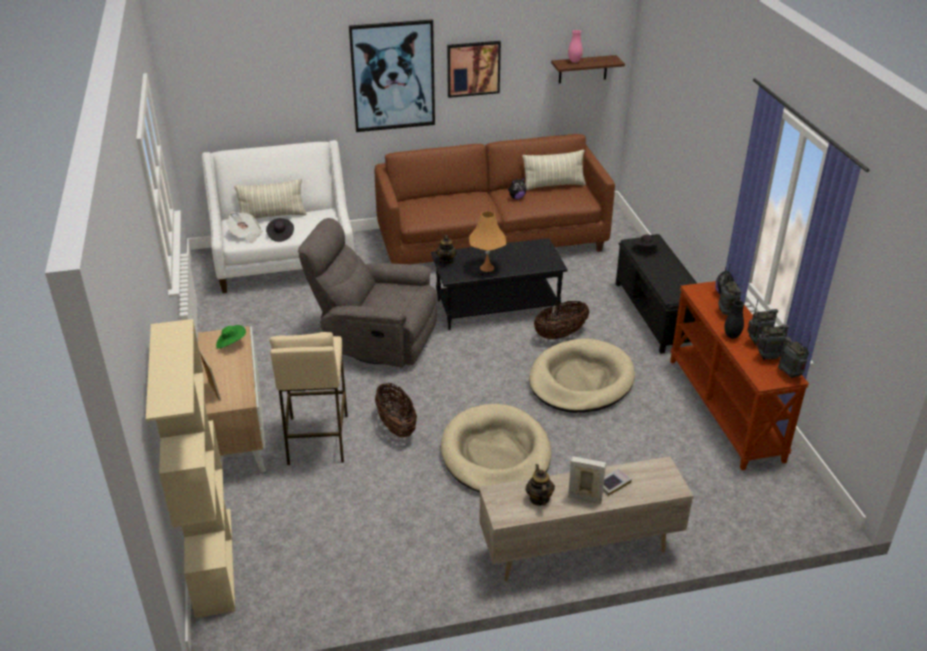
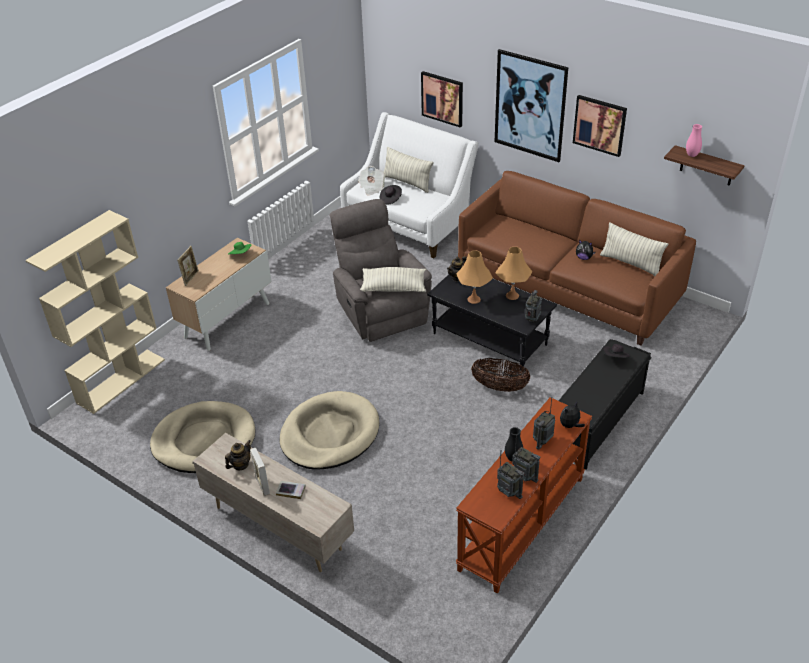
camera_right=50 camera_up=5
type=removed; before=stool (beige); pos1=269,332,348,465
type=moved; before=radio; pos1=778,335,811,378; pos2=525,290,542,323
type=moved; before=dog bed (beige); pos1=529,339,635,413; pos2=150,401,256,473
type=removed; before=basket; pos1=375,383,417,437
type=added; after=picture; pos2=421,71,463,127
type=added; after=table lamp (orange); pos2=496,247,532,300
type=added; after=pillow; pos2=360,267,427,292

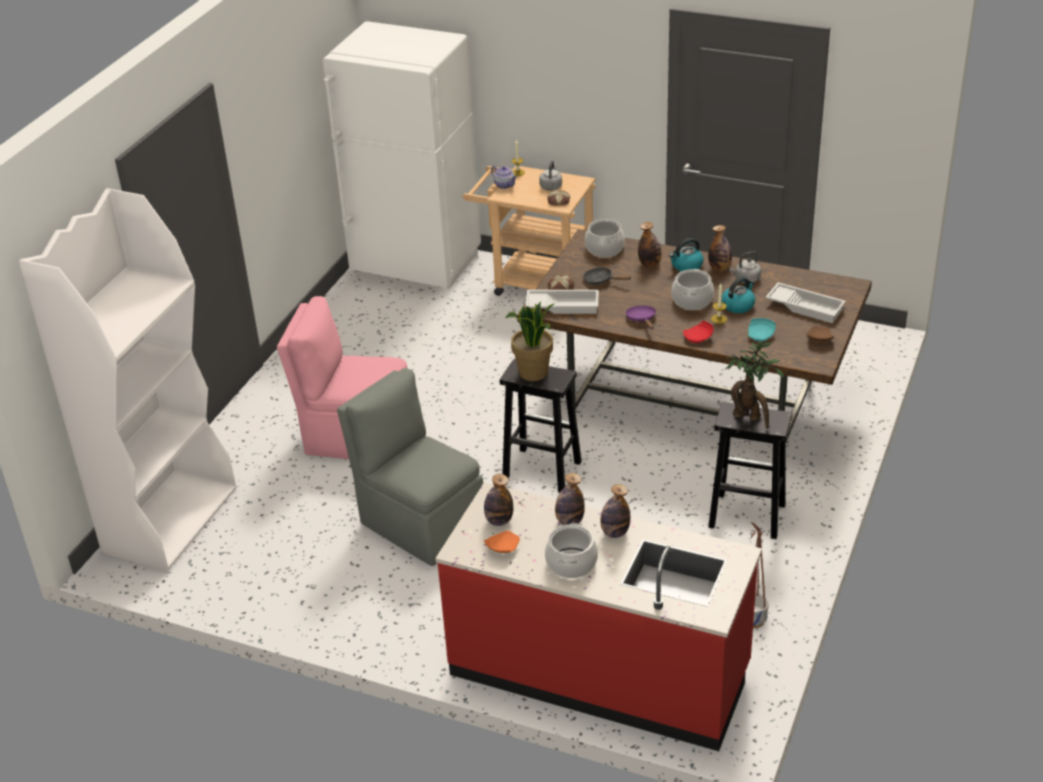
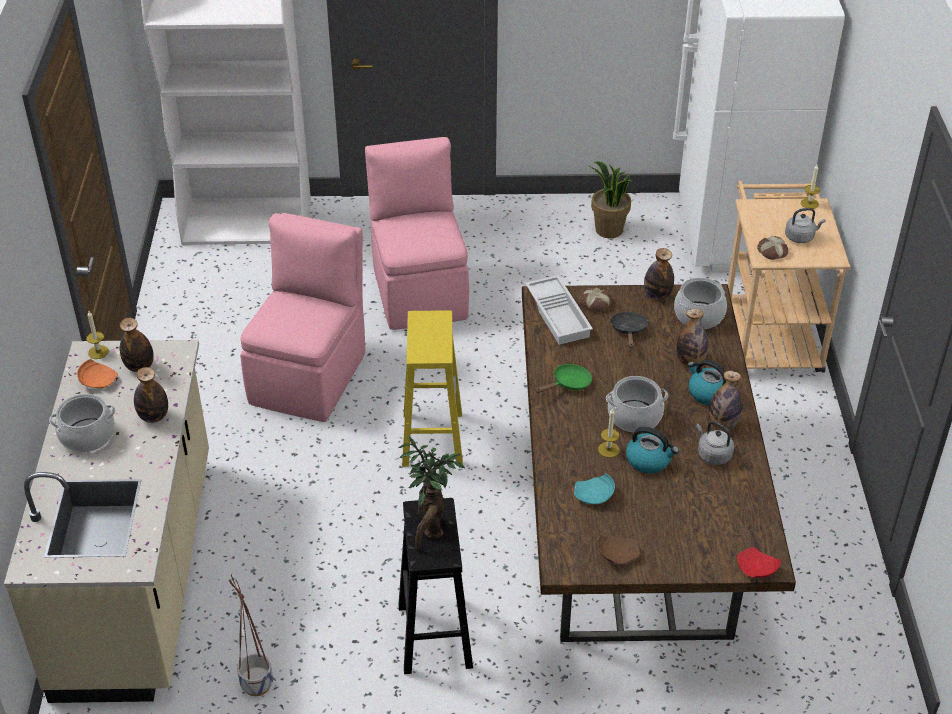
camera_right=65 camera_up=5
type=removed; before=teapot; pos1=491,166,517,189
type=removed; before=tray (white); pos1=766,282,846,323
type=moved; before=potted plant; pos1=505,301,554,381; pos2=589,161,632,238
type=recoloured; before=frying pan (purple); after=frying pan (green); pos1=626,305,656,329; pos2=536,364,592,393
type=moved; before=plate (red); pos1=683,321,714,343; pos2=737,547,781,578
type=recoloured; before=stool (black); after=stool (yellow); pos1=500,359,581,492; pos2=402,310,463,466
type=recoloured; before=chair (grey); after=chair (pink); pos1=337,368,483,566; pos2=240,213,365,422
type=recoloured; before=counter (red); after=counter (beige); pos1=435,482,762,751; pos2=4,340,209,703
type=moved; before=bottle; pos1=600,484,630,538; pos2=644,248,674,300
type=added; after=candle; pos2=86,311,109,359

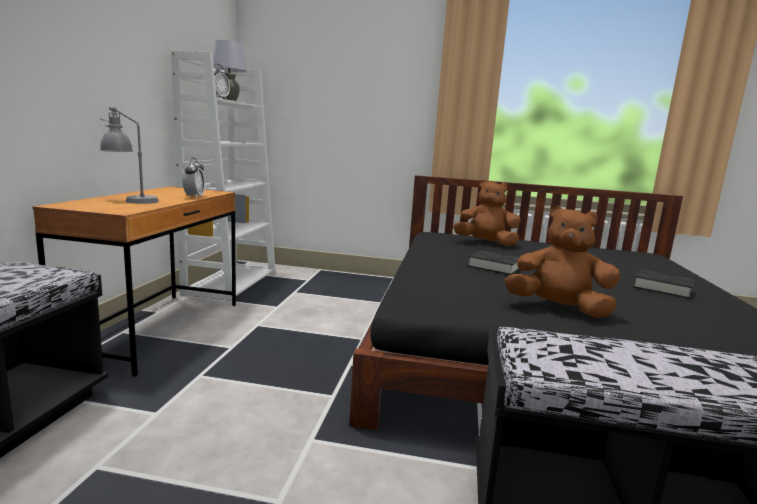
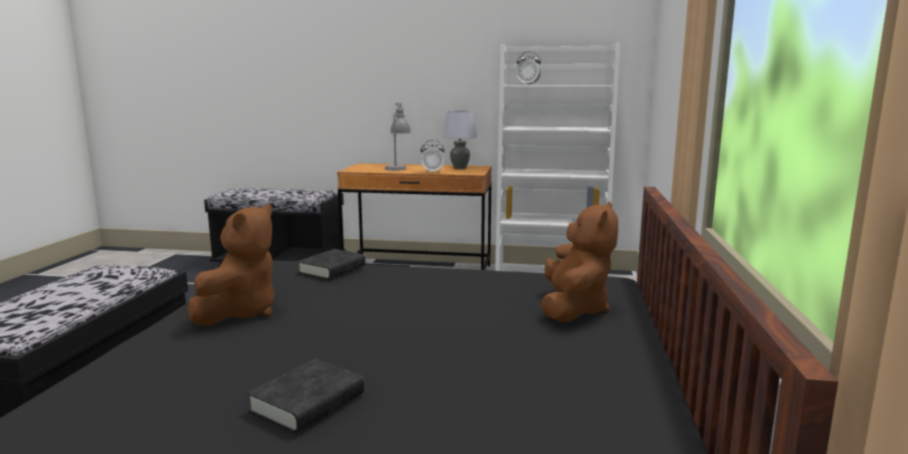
camera_right=90 camera_up=0
type=moved; before=table lamp (grey); pos1=213,40,247,101; pos2=443,110,477,169
type=moved; before=book (black); pos1=468,250,519,275; pos2=298,249,365,280

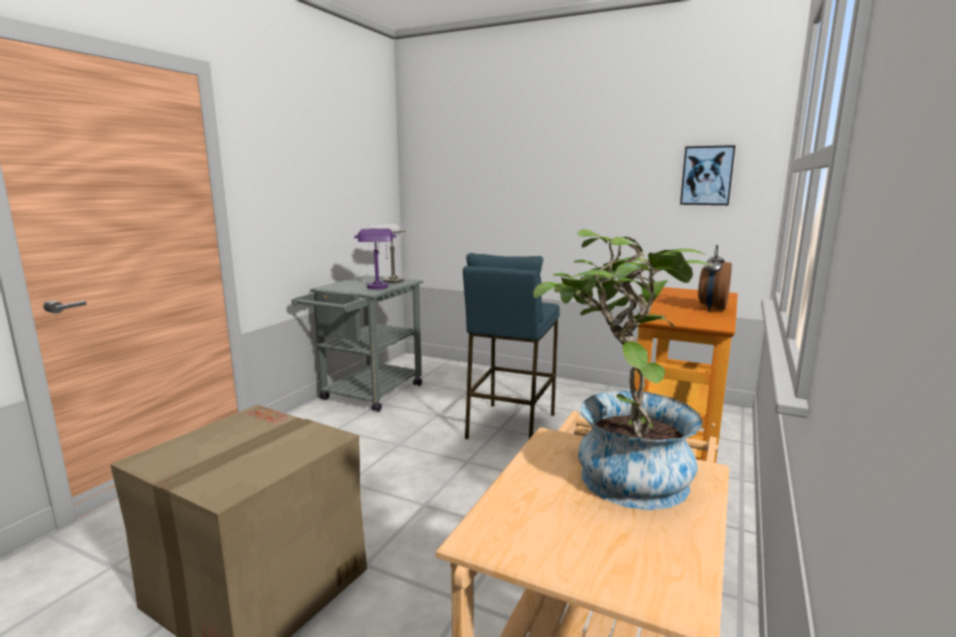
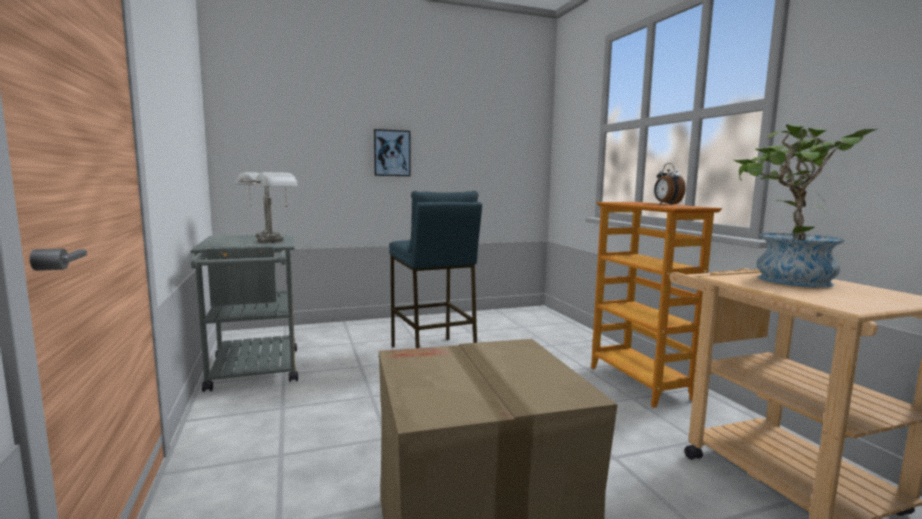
camera_right=-45 camera_up=-5
type=moved; before=picture; pos1=680,145,735,205; pos2=374,129,410,176
type=recoloured; before=table lamp (purple); after=table lamp (grey); pos1=354,228,396,289; pos2=248,172,298,243

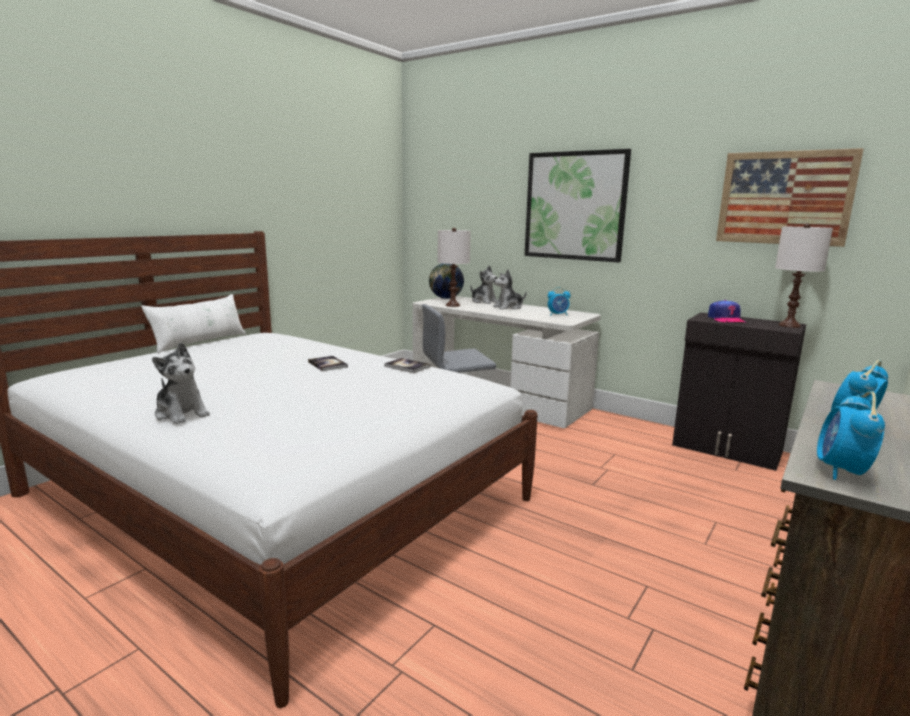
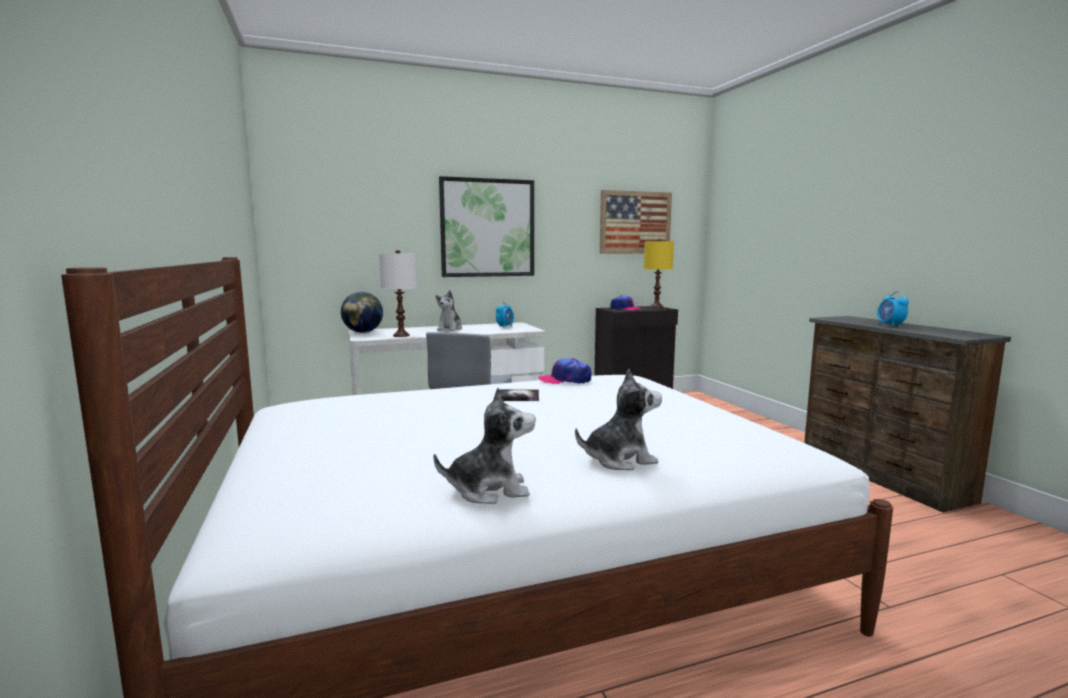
camera_right=-55 camera_up=-5
type=recoloured; before=table lamp (white); after=table lamp (yellow); pos1=775,223,833,328; pos2=644,239,674,308
type=moved; before=plush toy; pos1=471,265,498,304; pos2=434,388,536,504
type=removed; before=pillow (white); pos1=141,294,246,353
type=replaced; before=book; after=cap; pos1=384,358,430,373; pos2=539,358,592,384
type=removed; before=alarm clock; pos1=817,391,885,480

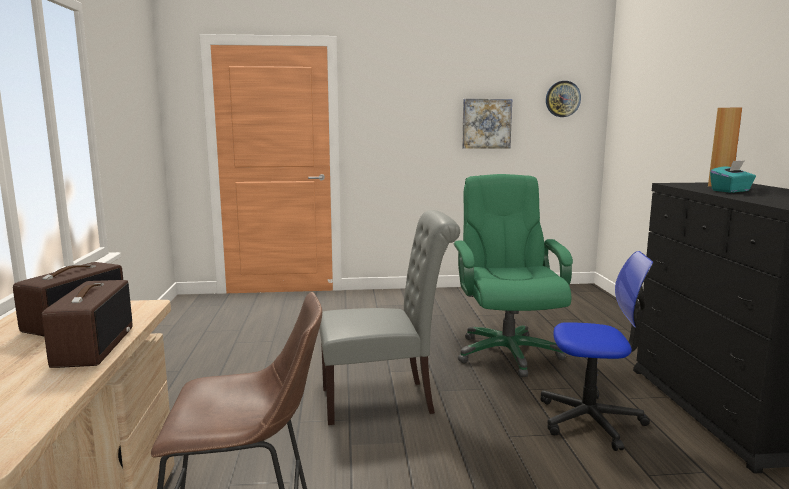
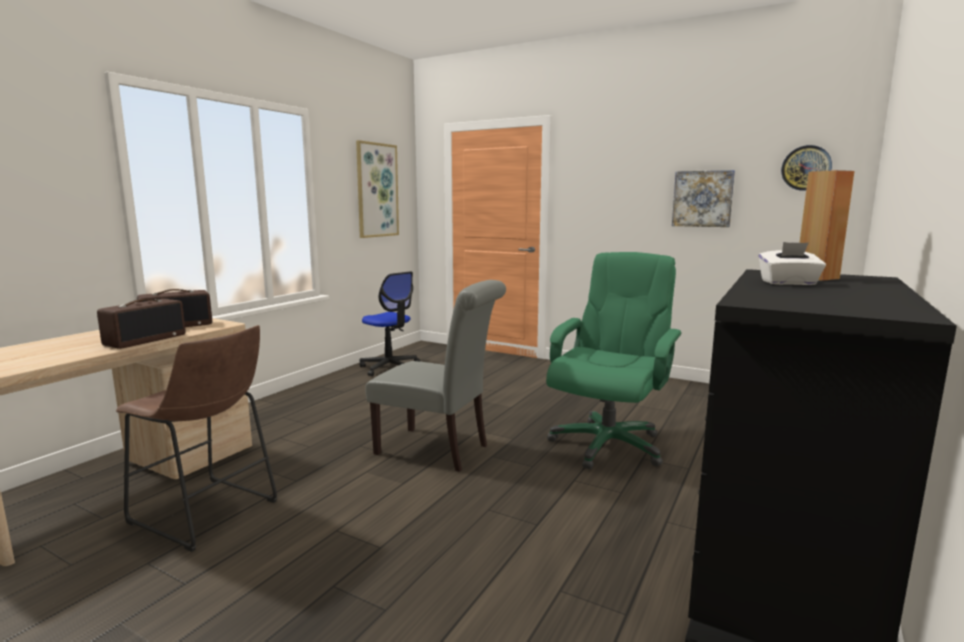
camera_right=35 camera_up=0
type=recoloured; before=tissue box (turquoise); after=tissue box (white); pos1=710,160,756,193; pos2=758,242,826,285
type=moved; before=office chair; pos1=540,251,653,451; pos2=359,271,420,376
type=added; after=picture; pos2=356,140,399,238

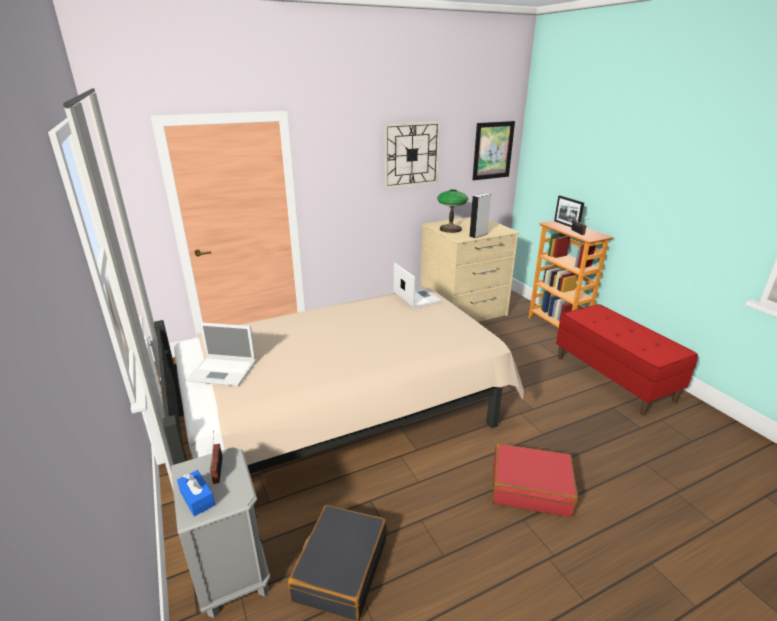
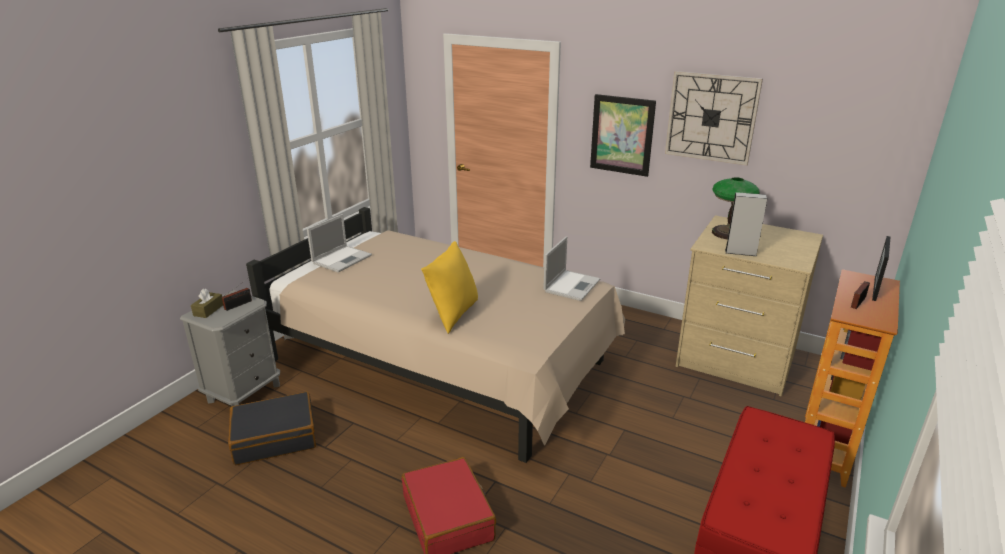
camera_right=55 camera_up=0
type=moved; before=picture; pos1=473,121,515,180; pos2=590,94,656,177
type=turned; before=laptop; pos1=186,322,256,386; pos2=307,214,372,273; turn=-120
type=recoloured; before=tissue box (blue); after=tissue box (brown); pos1=177,470,215,516; pos2=191,288,223,318
type=added; after=pillow (yellow); pos2=421,241,478,334

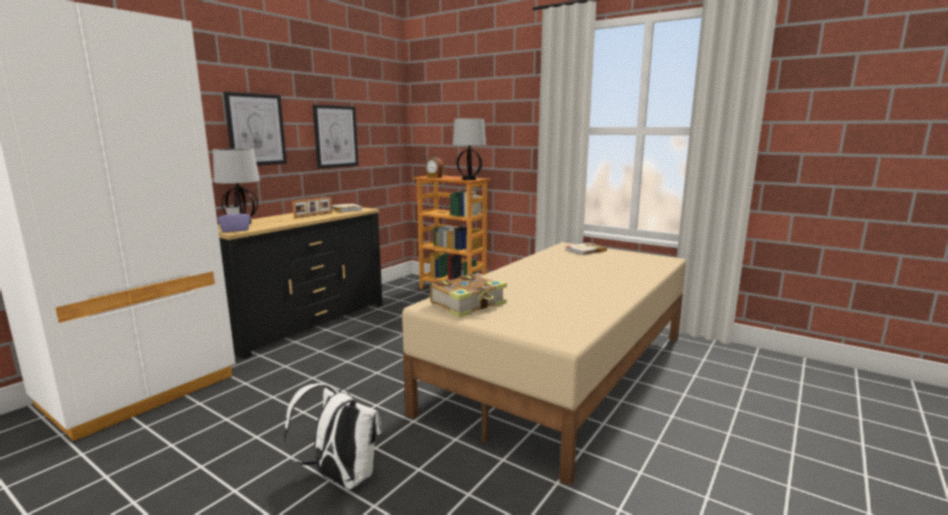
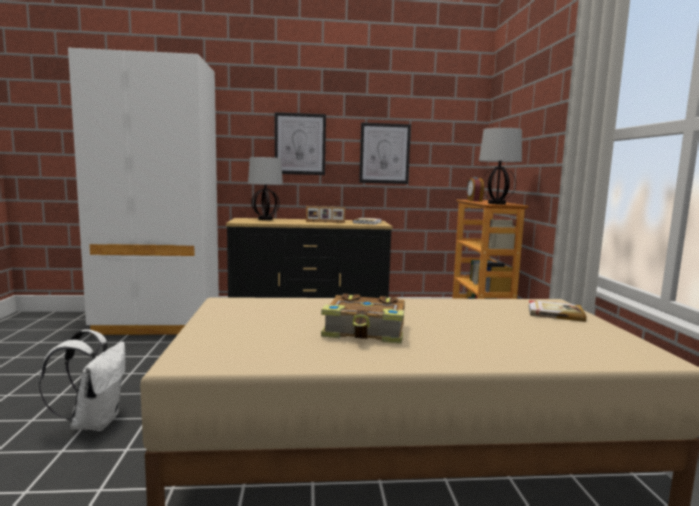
camera_right=50 camera_up=-5
type=removed; before=tissue box (purple); pos1=217,207,250,232
type=moved; before=book; pos1=430,273,507,318; pos2=321,294,405,344

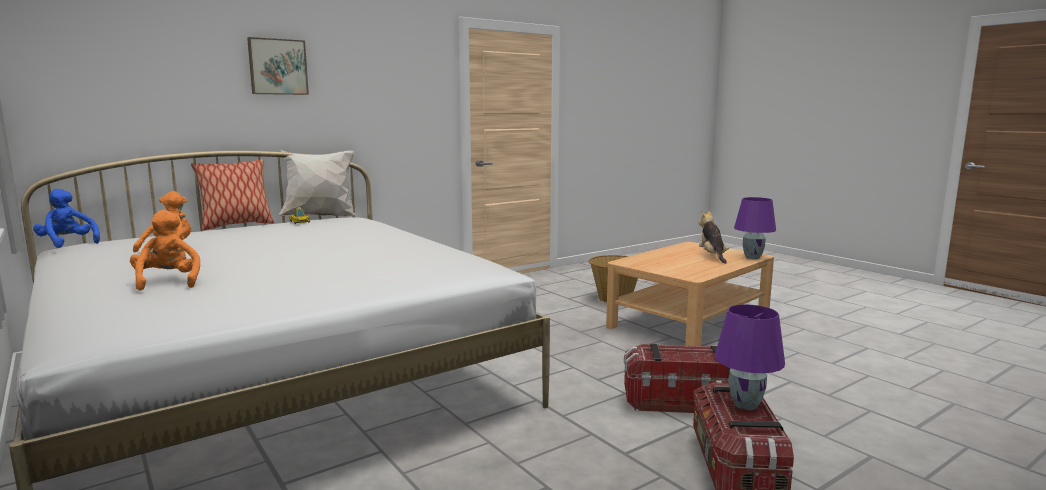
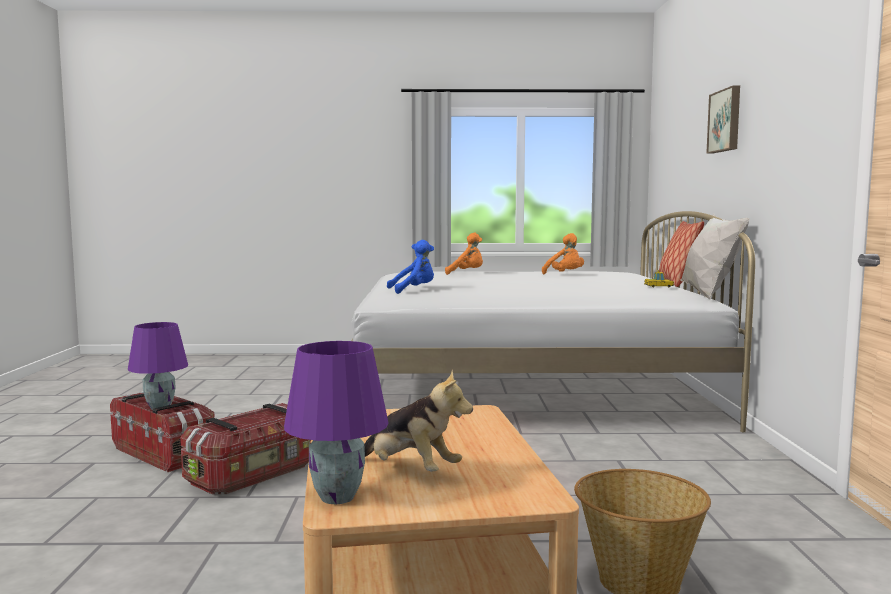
camera_right=125 camera_up=-5
type=moved; before=plush toy (blue); pos1=33,189,100,248; pos2=387,240,434,294

